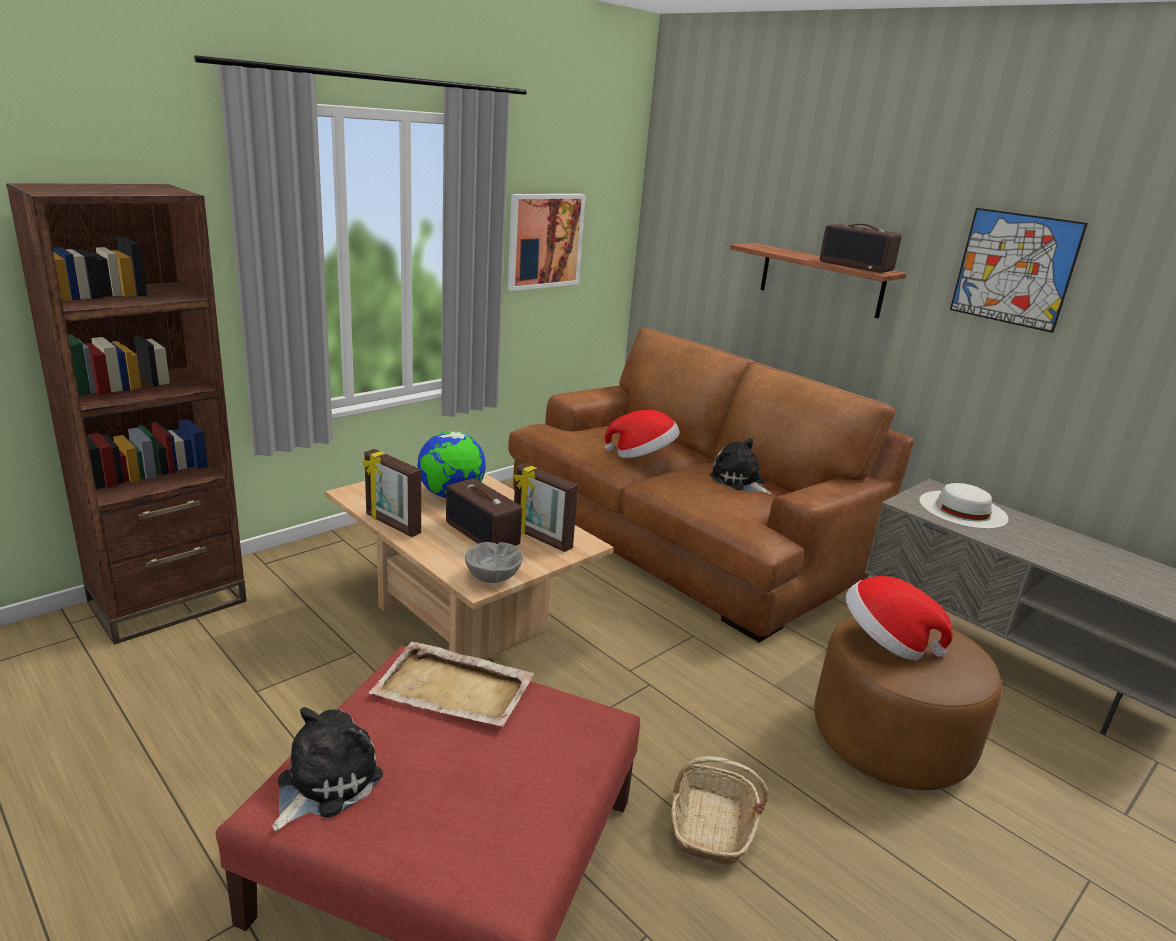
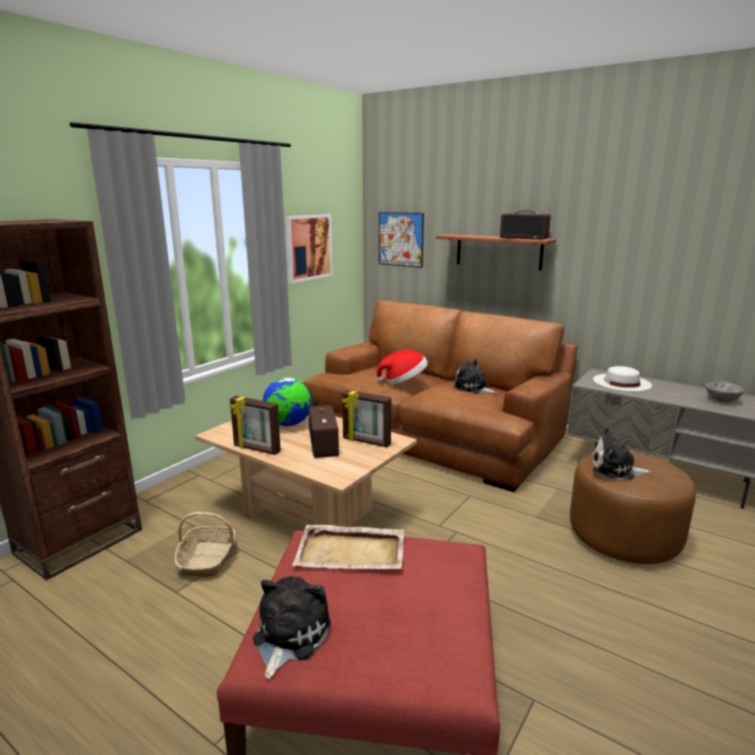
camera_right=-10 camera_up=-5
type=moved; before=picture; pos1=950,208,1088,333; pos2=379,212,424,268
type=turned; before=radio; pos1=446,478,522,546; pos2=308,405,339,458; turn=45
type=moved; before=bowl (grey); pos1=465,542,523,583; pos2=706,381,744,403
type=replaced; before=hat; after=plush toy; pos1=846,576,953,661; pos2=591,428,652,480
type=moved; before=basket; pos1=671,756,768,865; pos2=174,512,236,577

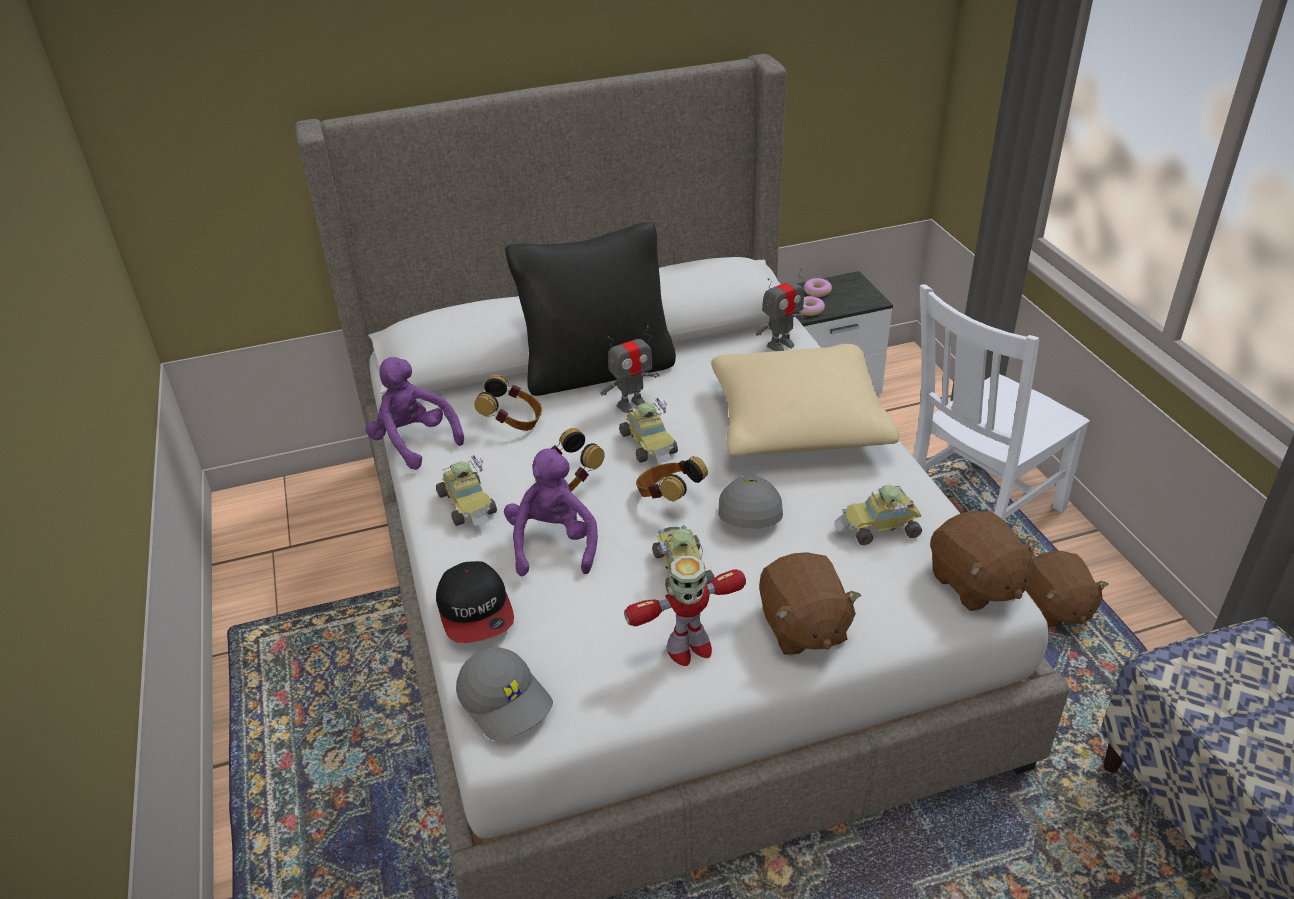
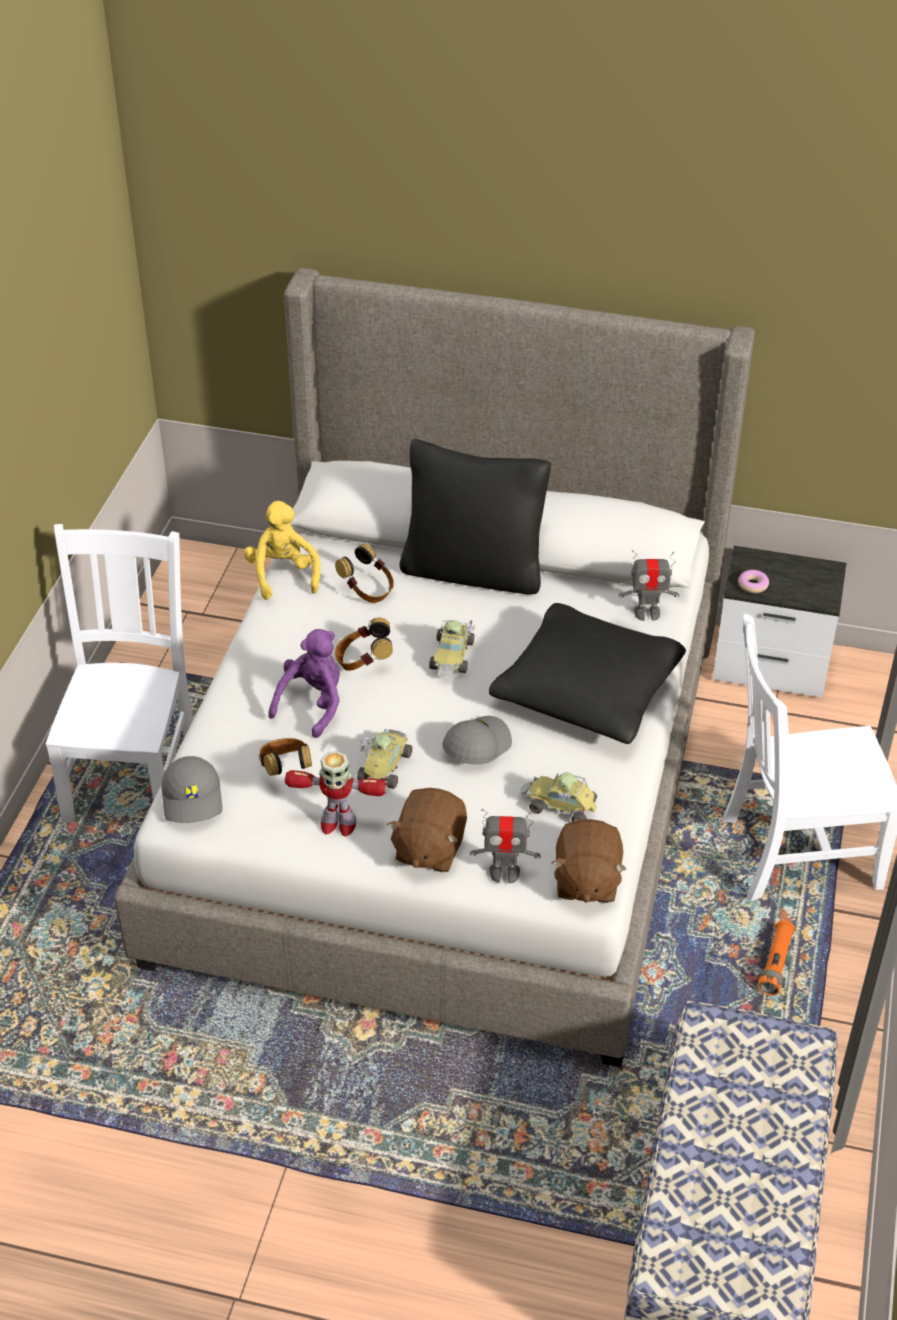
camera_right=30 camera_up=5
type=removed; before=donut; pos1=804,278,832,297
type=moved; before=toy robot; pos1=600,326,659,413; pos2=470,809,540,884
type=recoloured; before=pillow (beige); after=pillow (black); pos1=711,344,899,456; pos2=489,603,686,744
type=recoloured; before=plush toy (purple); after=plush toy (yellow); pos1=365,357,464,470; pos2=244,501,321,600
type=removed; before=toy car; pos1=436,455,497,526
type=moved; before=headphones; pos1=636,456,708,501; pos2=259,738,312,776
type=replaced; before=plush toy (brown); after=flashlight (orange); pos1=1026,551,1109,627; pos2=758,921,795,996
type=removed; before=cap; pos1=436,561,514,643
type=added; after=chair (white); pos2=46,524,193,823

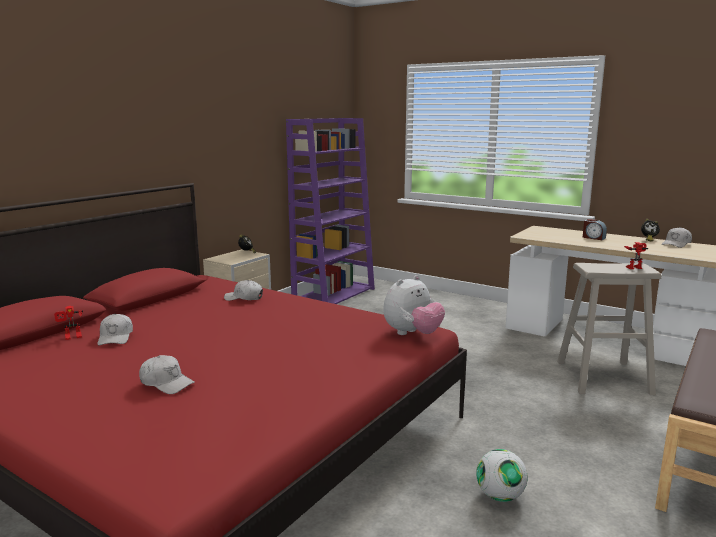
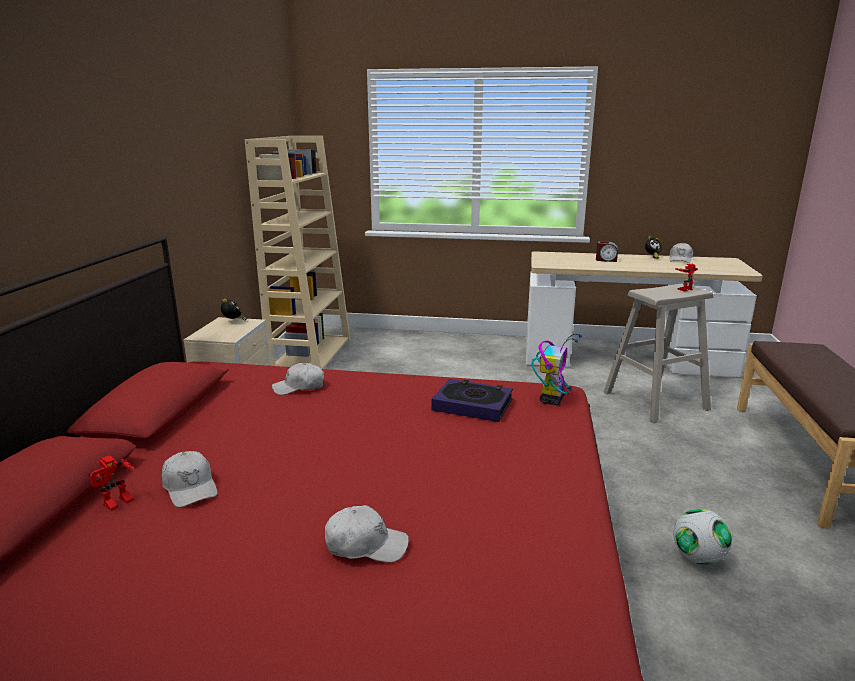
camera_right=-25 camera_up=5
type=recoloured; before=bookcase (purple); after=bookcase (beige); pos1=286,118,375,304; pos2=245,136,350,369
type=replaced; before=plush toy; after=toy robot; pos1=383,275,445,335; pos2=532,334,582,405
type=added; after=book; pos2=431,379,513,422

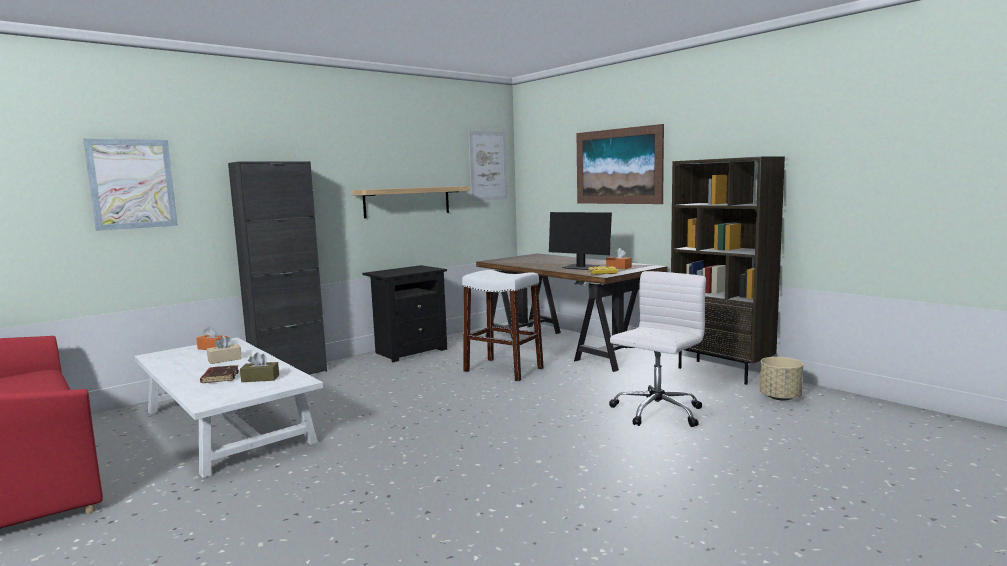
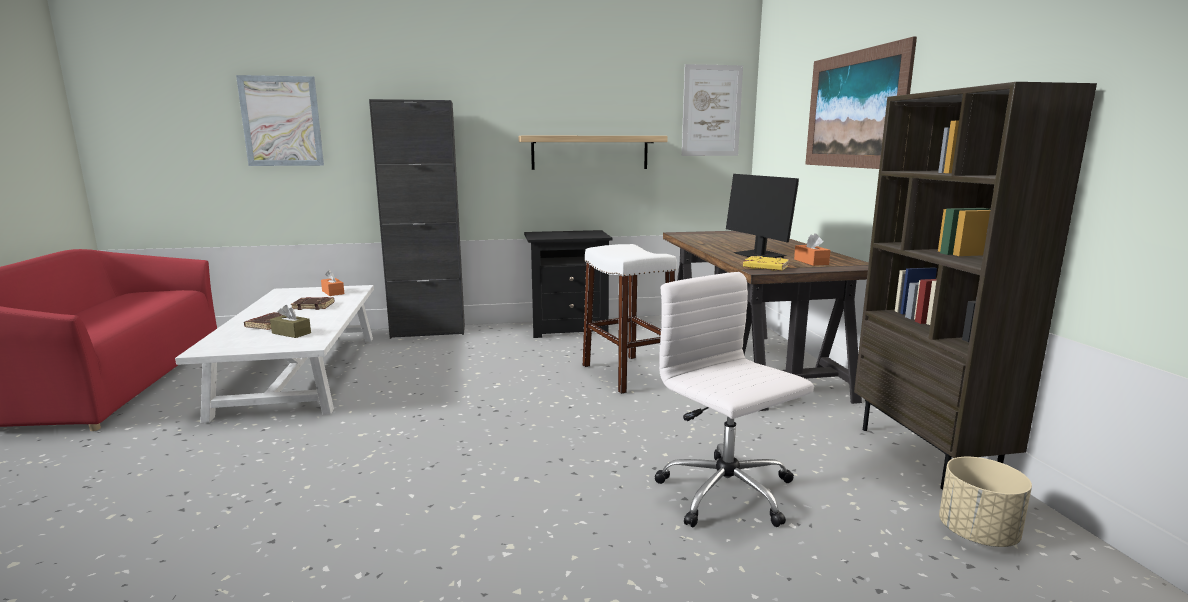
camera_right=30 camera_up=5
type=turned; before=office chair (white); pos1=609,271,706,427; pos2=654,272,814,527; turn=-105
type=replaced; before=tissue box (beige); after=book (brown); pos1=207,336,242,364; pos2=291,297,335,310

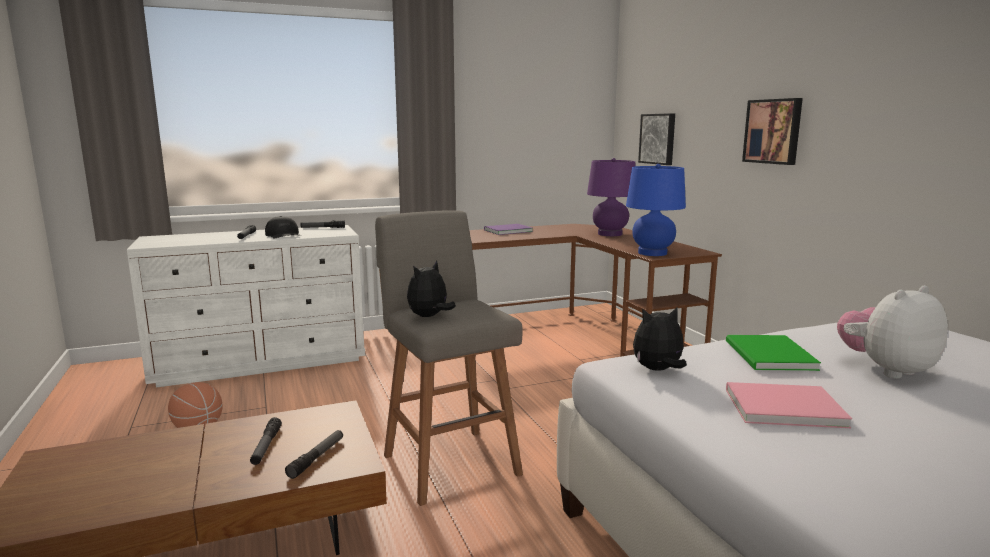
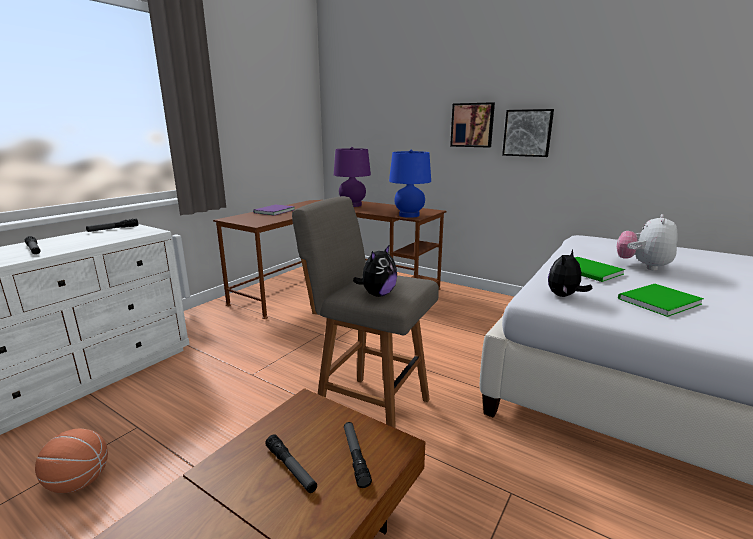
camera_right=-35 camera_up=5
type=moved; before=picture; pos1=638,113,675,165; pos2=502,109,554,157
type=removed; before=cap (black); pos1=265,216,301,239
type=turned; before=plush toy; pos1=407,261,456,317; pos2=353,244,397,297; turn=-150
type=recoloured; before=book (pink); after=book (green); pos1=726,382,852,428; pos2=618,284,704,317

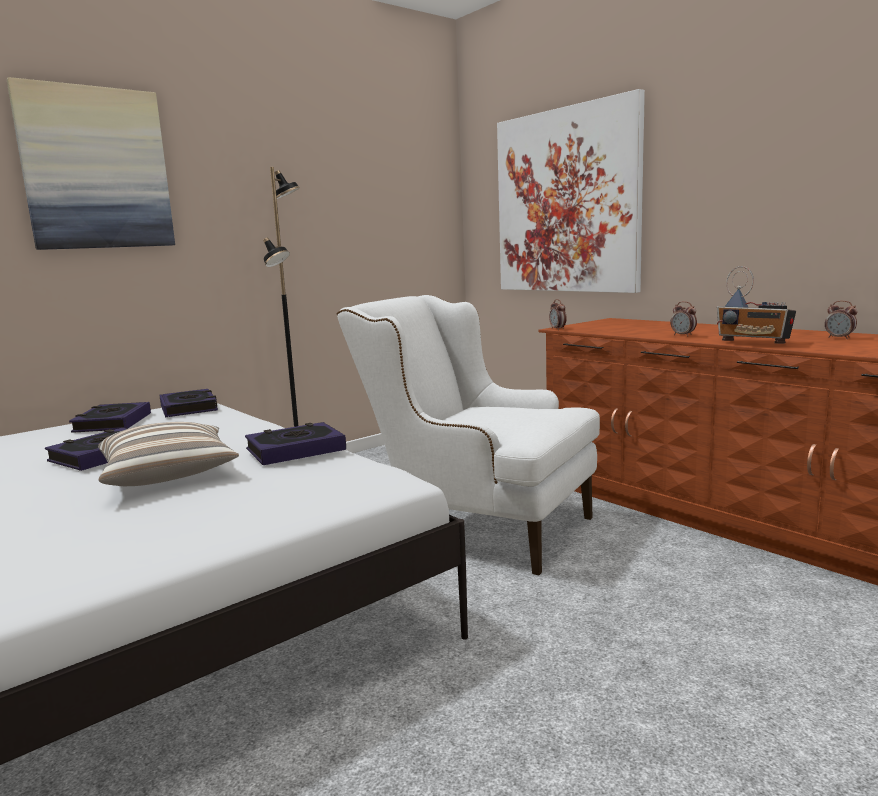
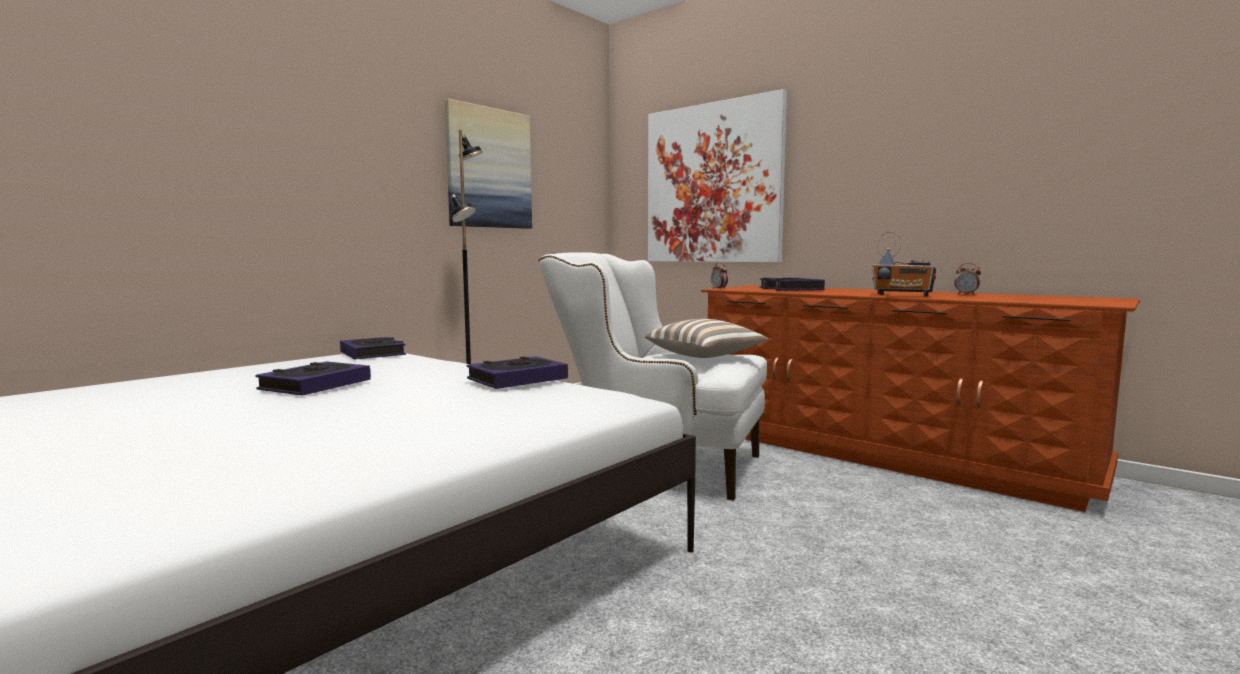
camera_right=-10 camera_up=-5
type=moved; before=picture; pos1=7,77,175,250; pos2=445,98,532,229
type=removed; before=alarm clock; pos1=670,301,697,336
type=moved; before=book; pos1=69,402,151,433; pos2=760,278,825,291
type=moved; before=pillow; pos1=98,422,239,486; pos2=645,319,768,358

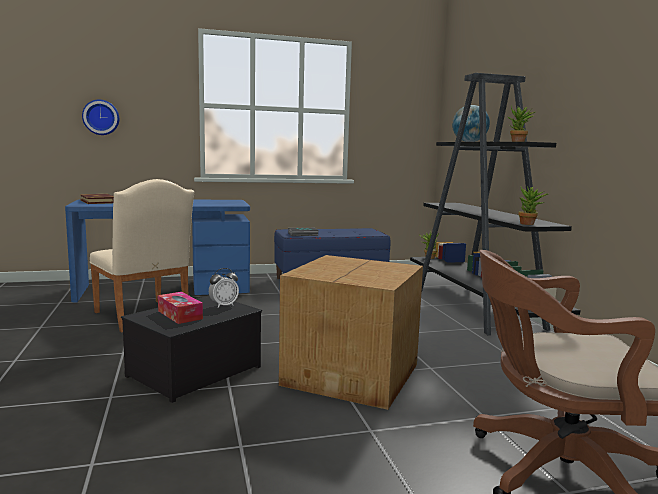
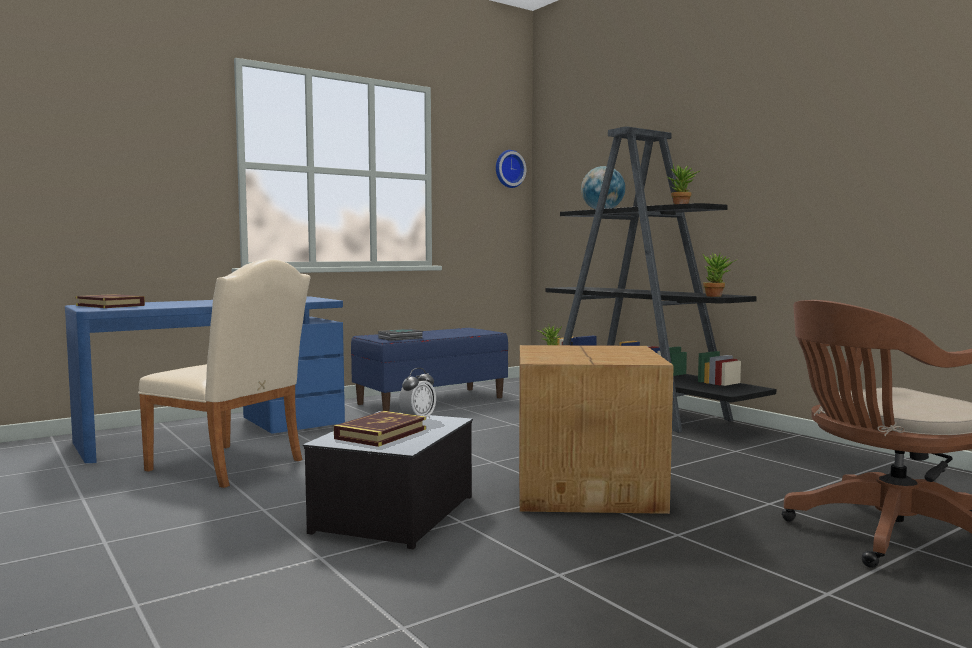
camera_right=-20 camera_up=-5
type=moved; before=wall clock; pos1=82,100,119,135; pos2=496,150,526,188
type=replaced; before=tissue box; after=book; pos1=158,292,203,324; pos2=334,411,426,447

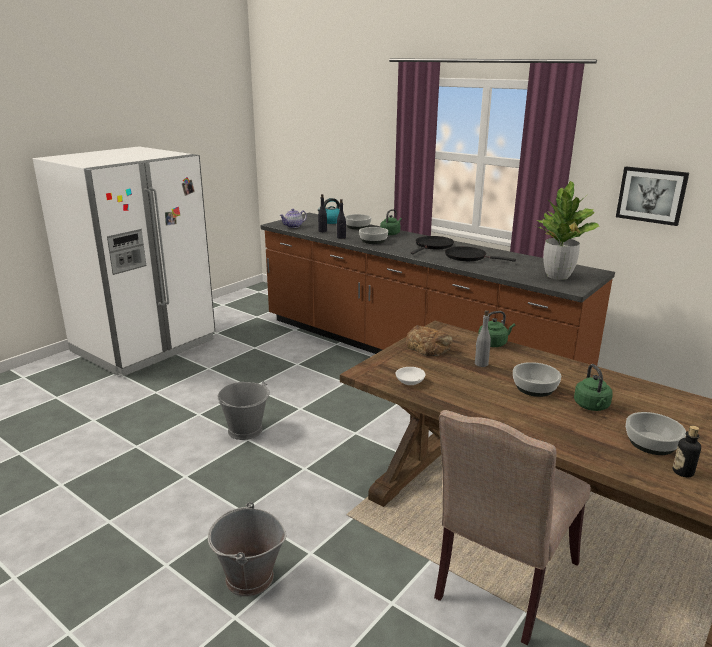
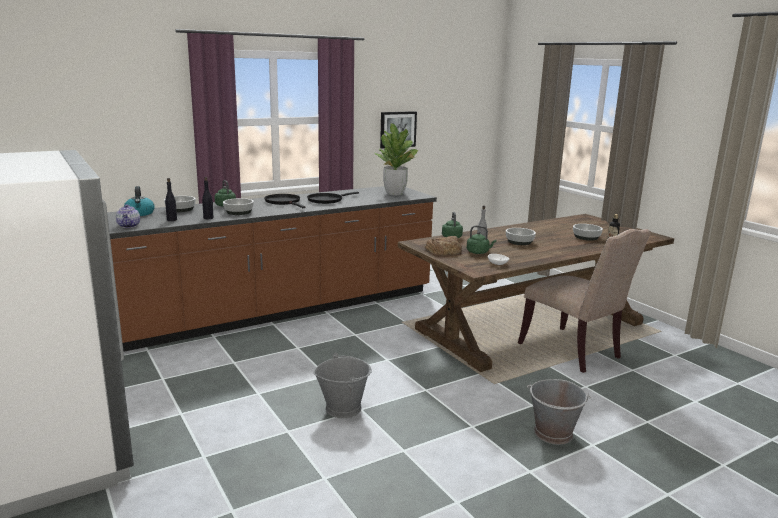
camera_right=-70 camera_up=-5
type=moved; before=kettle (green); pos1=574,364,613,411; pos2=467,225,496,254

